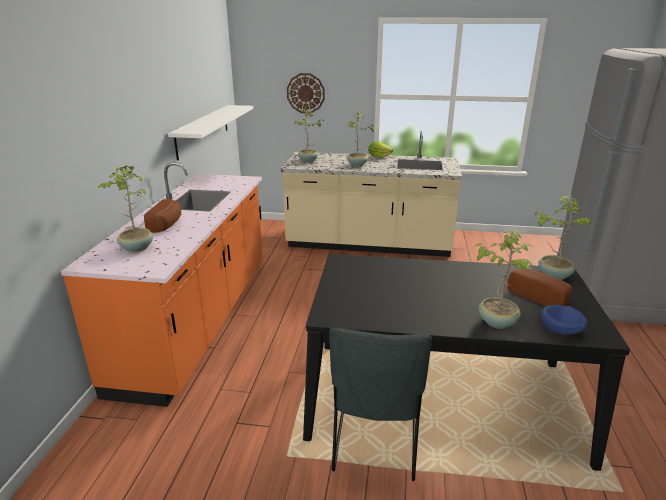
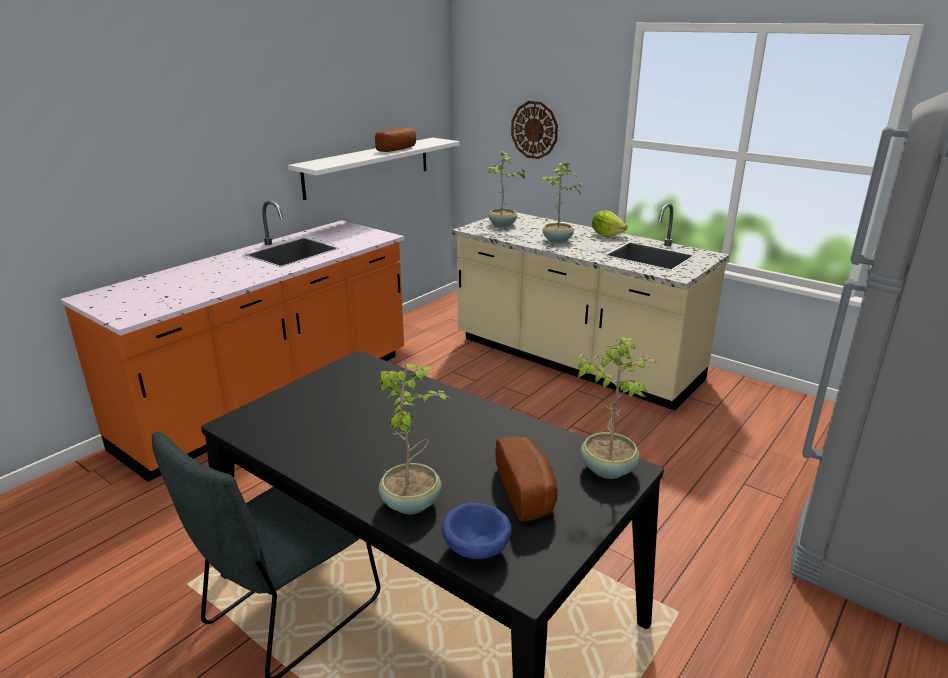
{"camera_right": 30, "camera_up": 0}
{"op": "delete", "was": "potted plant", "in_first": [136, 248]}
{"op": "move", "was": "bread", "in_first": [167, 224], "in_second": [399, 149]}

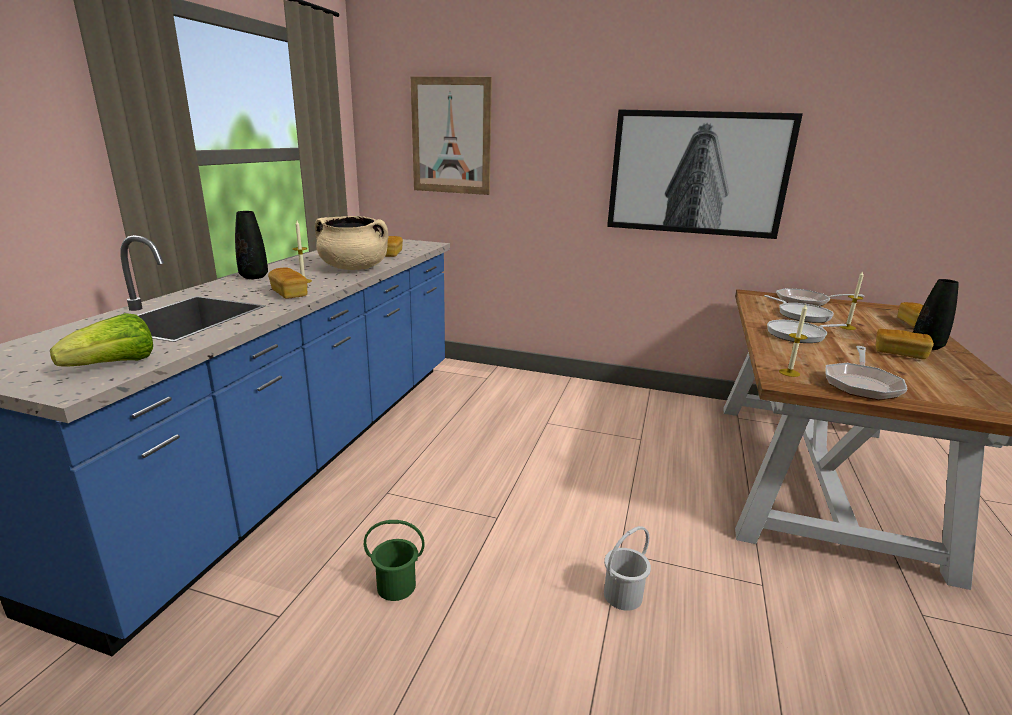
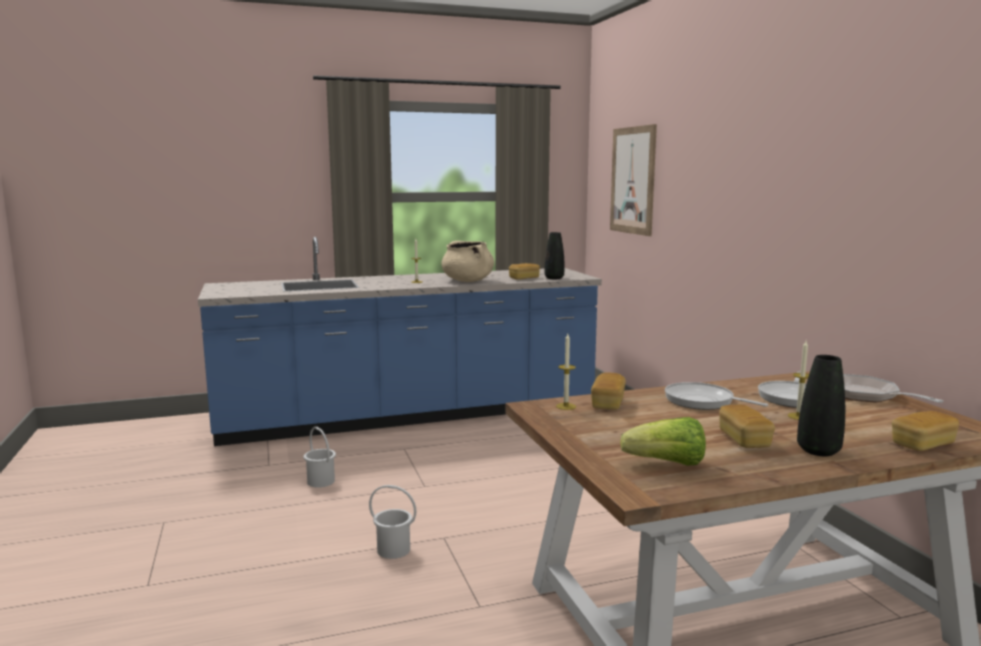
{"camera_right": 55, "camera_up": -10}
{"op": "move", "was": "lettuce", "in_first": [115, 365], "in_second": [667, 464]}
{"op": "move", "was": "black vase", "in_first": [254, 277], "in_second": [554, 278]}
{"op": "move", "was": "bread", "in_first": [289, 294], "in_second": [608, 403]}
{"op": "recolor", "was": "green bucket", "now": "white bucket", "in_first": [396, 586], "in_second": [320, 482]}
{"op": "delete", "was": "picture", "in_first": [697, 173]}
{"op": "delete", "was": "frying pan", "in_first": [861, 384]}

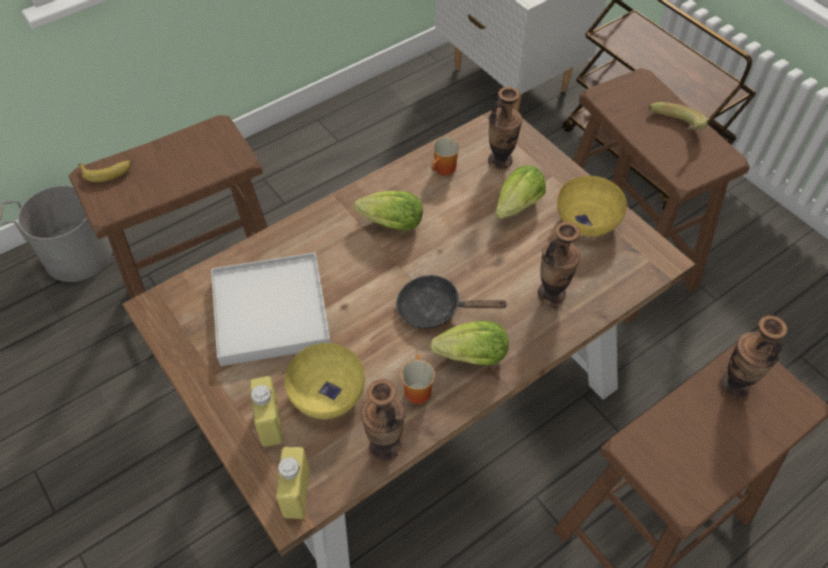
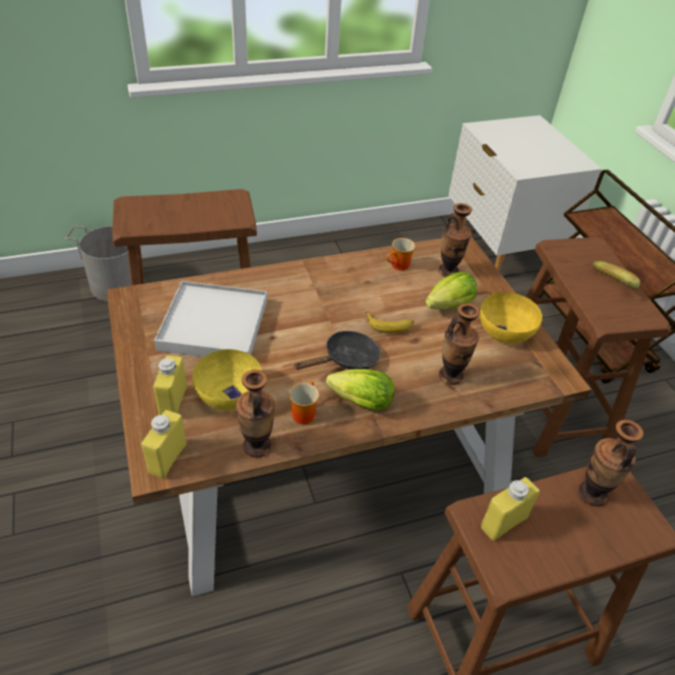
{"camera_right": 15, "camera_up": -10}
{"op": "move", "was": "banana", "in_first": [107, 172], "in_second": [389, 325]}
{"op": "delete", "was": "lettuce", "in_first": [388, 223]}
{"op": "rotate", "was": "black frying pan", "in_first": [435, 309], "in_second": [346, 359], "clockwise": 120}
{"op": "insert", "now": "yellow bottle", "in_second": [503, 522]}

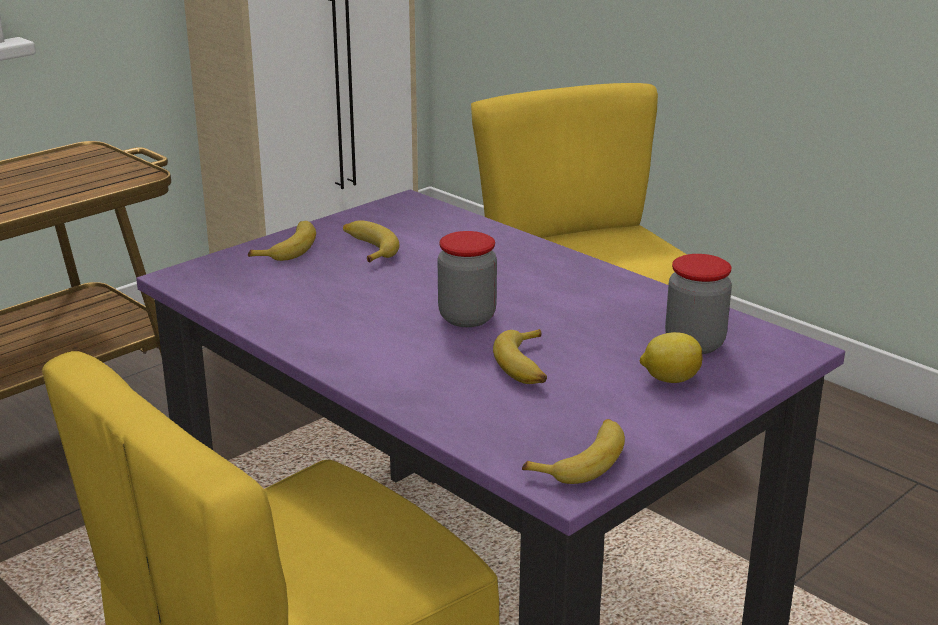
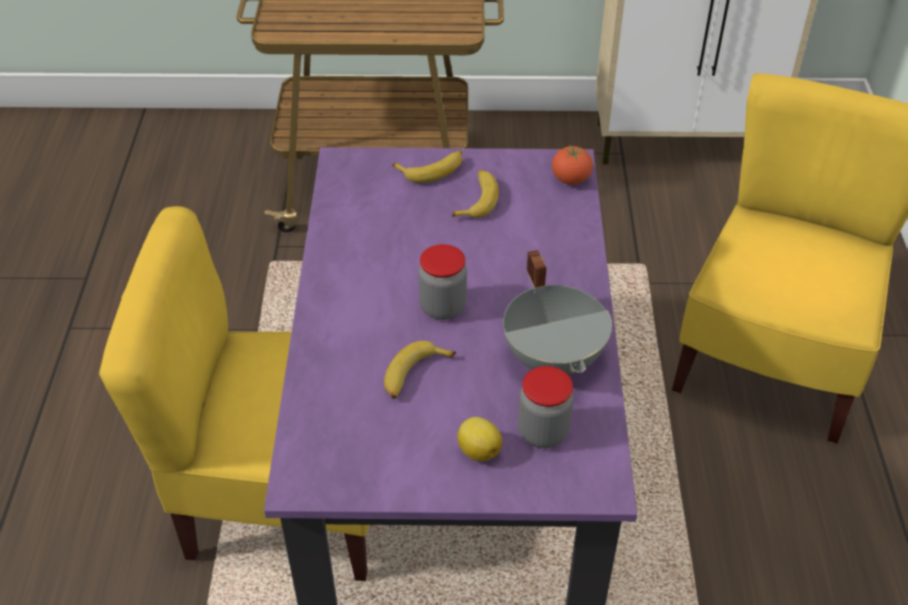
{"camera_right": 45, "camera_up": 20}
{"op": "delete", "was": "banana", "in_first": [582, 460]}
{"op": "insert", "now": "grey cooking pot", "in_second": [555, 357]}
{"op": "insert", "now": "tomato", "in_second": [570, 180]}

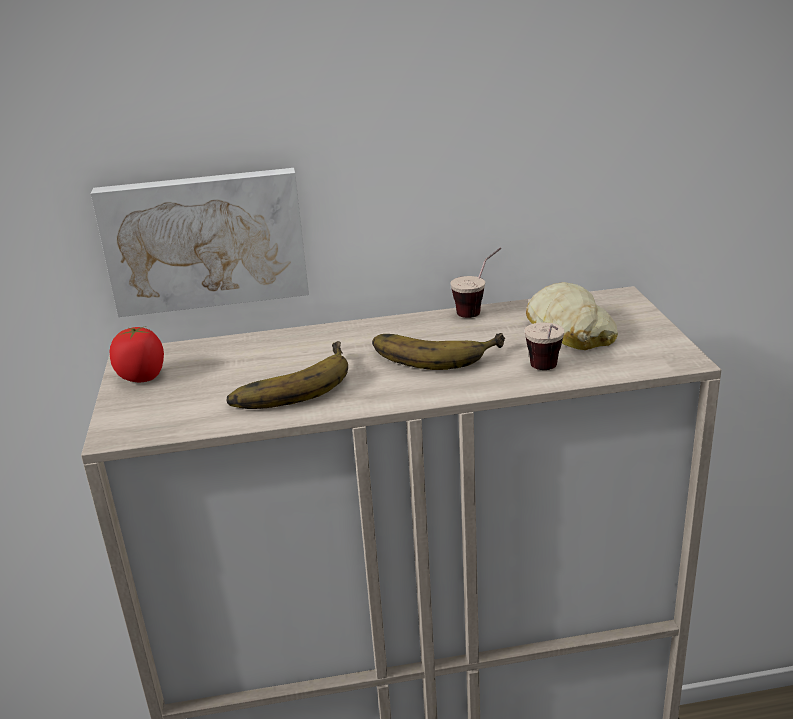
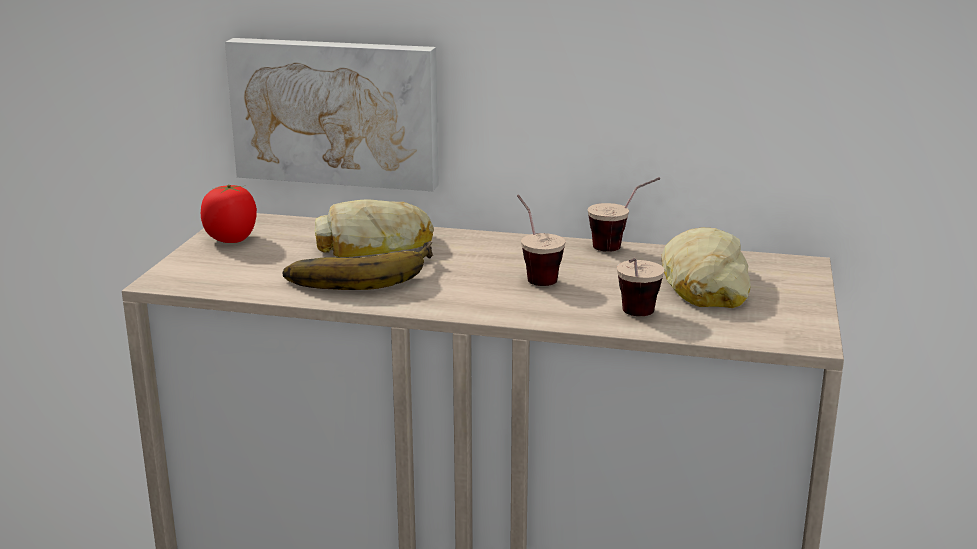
{"camera_right": 20, "camera_up": -5}
{"op": "replace", "was": "banana", "now": "cup", "in_first": [435, 351], "in_second": [534, 275]}
{"op": "insert", "now": "bread", "in_second": [375, 244]}

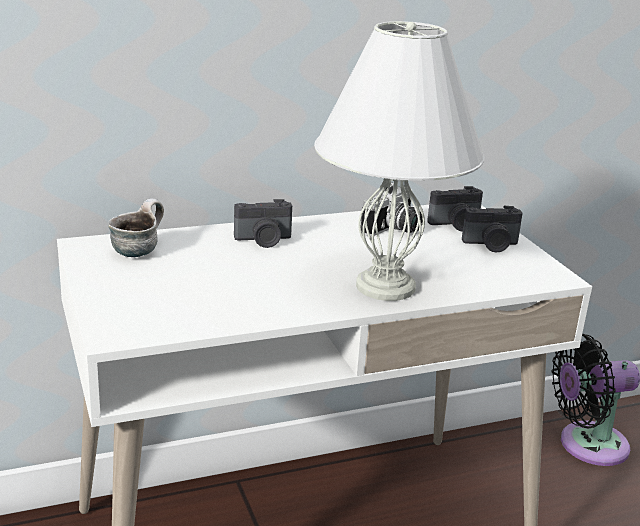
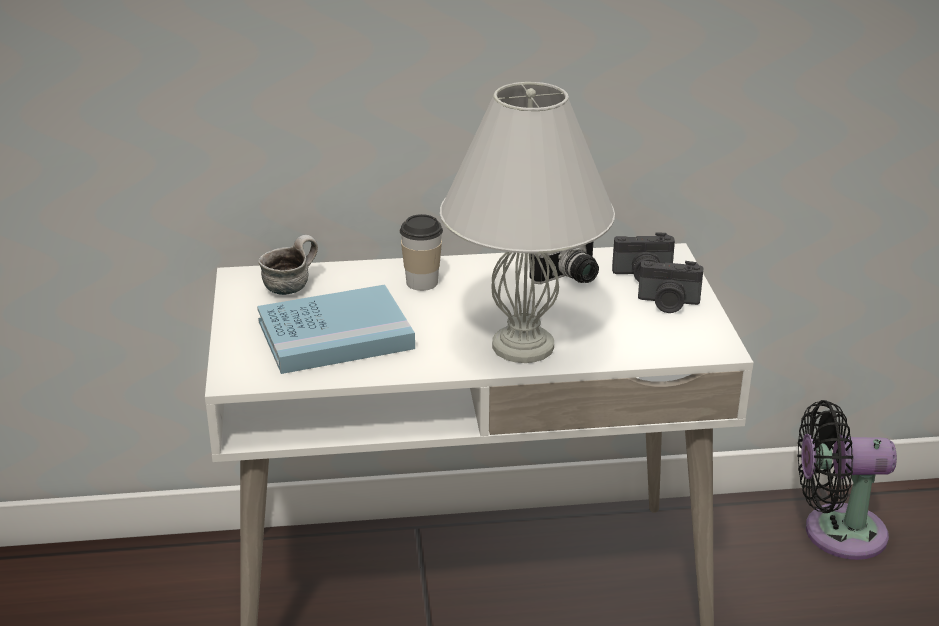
{"camera_right": 15, "camera_up": 5}
{"op": "replace", "was": "photo camera", "now": "cup", "in_first": [263, 240], "in_second": [422, 282]}
{"op": "insert", "now": "blue book", "in_second": [335, 335]}

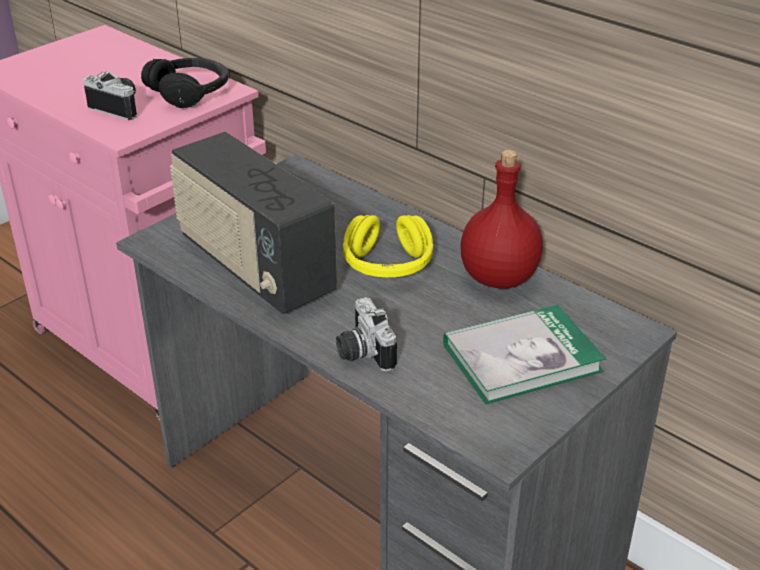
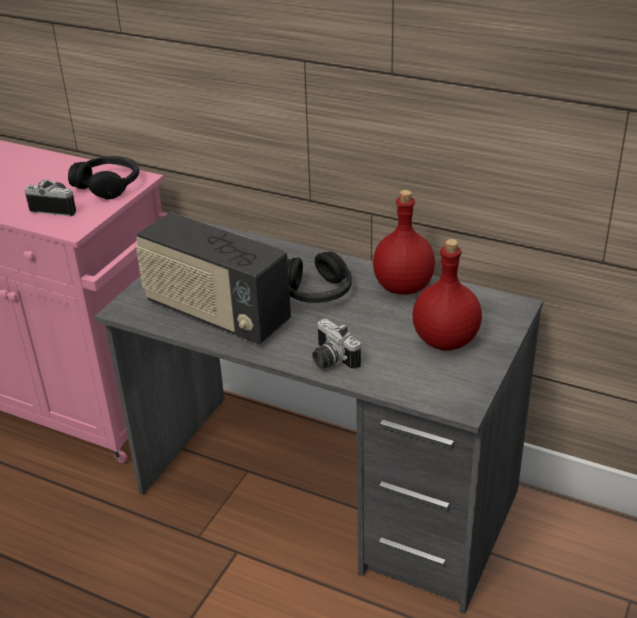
{"camera_right": -15, "camera_up": 0}
{"op": "recolor", "was": "yellow headphones", "now": "black headphones", "in_first": [387, 264], "in_second": [317, 292]}
{"op": "replace", "was": "book", "now": "red bottle", "in_first": [522, 358], "in_second": [446, 340]}

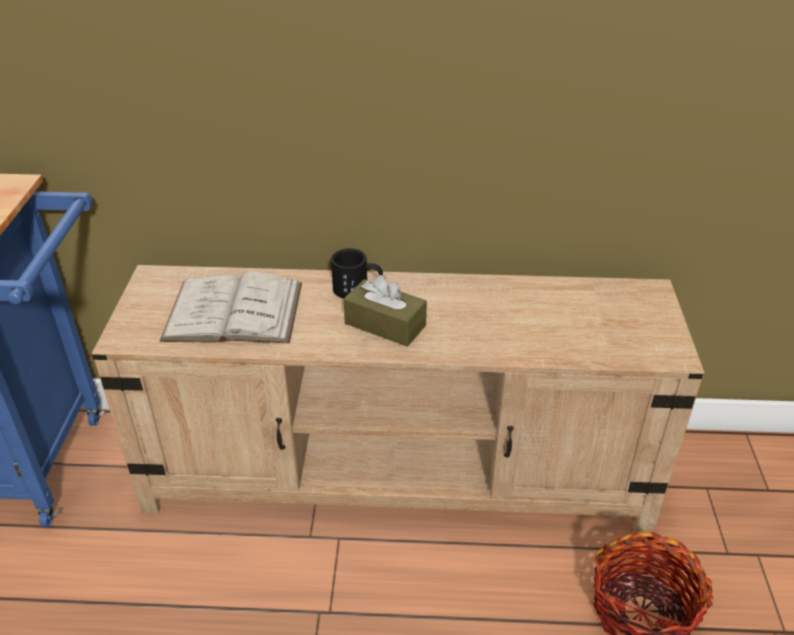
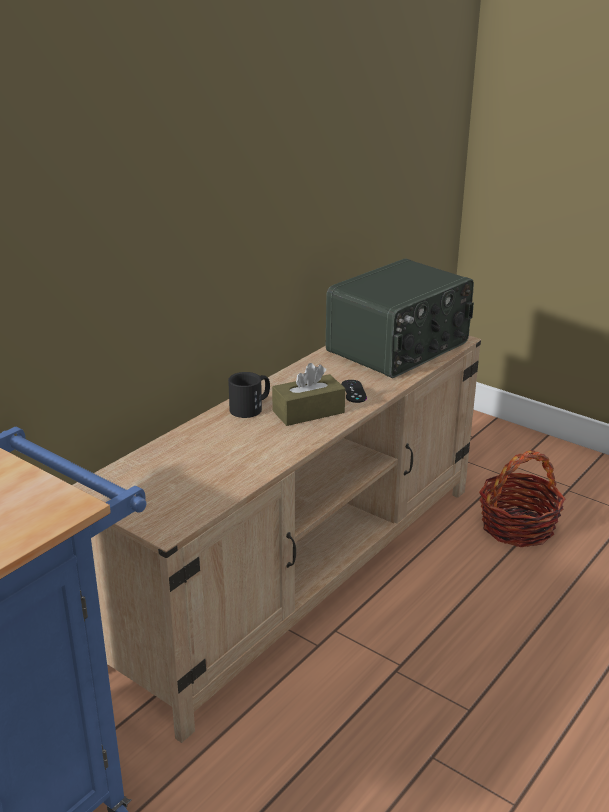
{"camera_right": -55, "camera_up": -10}
{"op": "delete", "was": "white book", "in_first": [234, 311]}
{"op": "insert", "now": "radio", "in_second": [399, 348]}
{"op": "insert", "now": "black game controller", "in_second": [353, 391]}

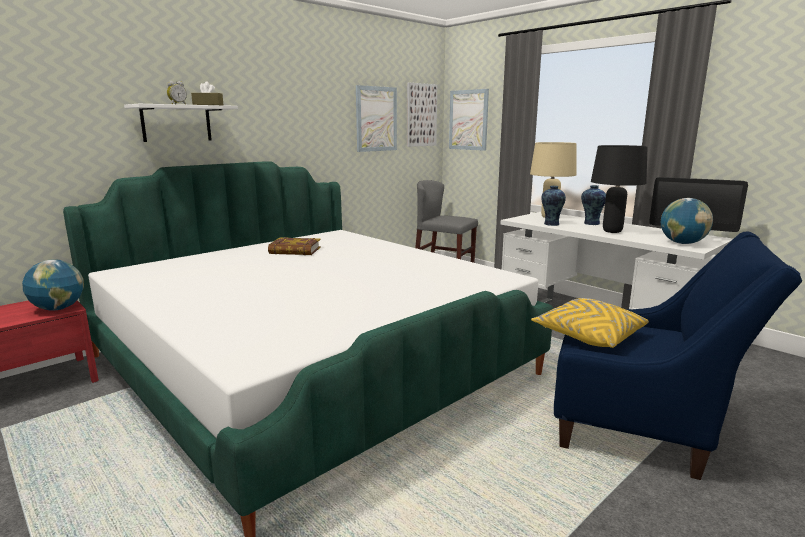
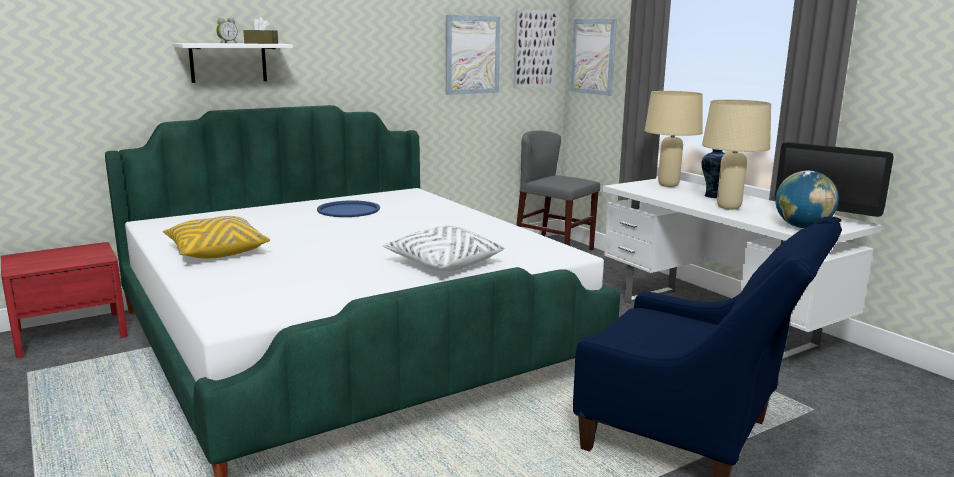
{"camera_right": 10, "camera_up": 0}
{"op": "delete", "was": "globe", "in_first": [58, 308]}
{"op": "replace", "was": "book", "now": "blue tray", "in_first": [295, 251], "in_second": [348, 210]}
{"op": "move", "was": "yellow pillow", "in_first": [588, 336], "in_second": [216, 252]}
{"op": "delete", "was": "vase", "in_first": [551, 224]}
{"op": "recolor", "was": "black table lamp", "now": "beige table lamp", "in_first": [612, 231], "in_second": [729, 207]}
{"op": "insert", "now": "white pillow", "in_second": [443, 264]}

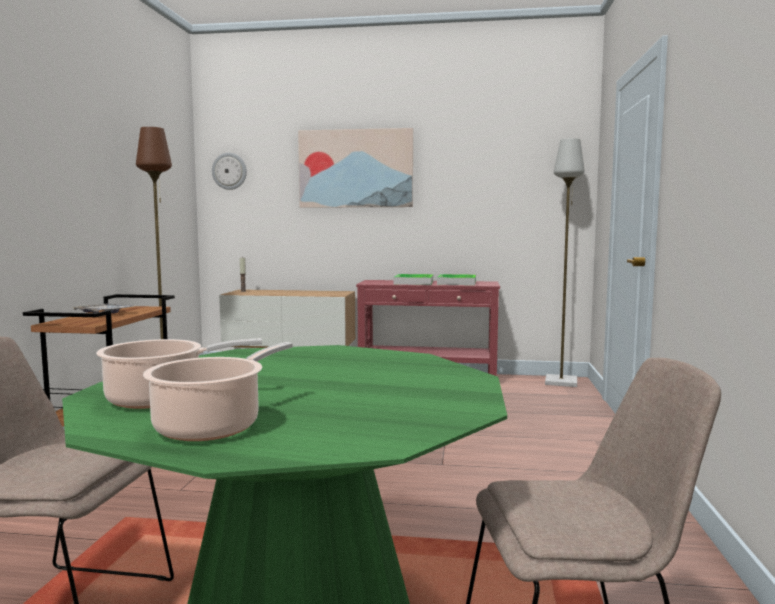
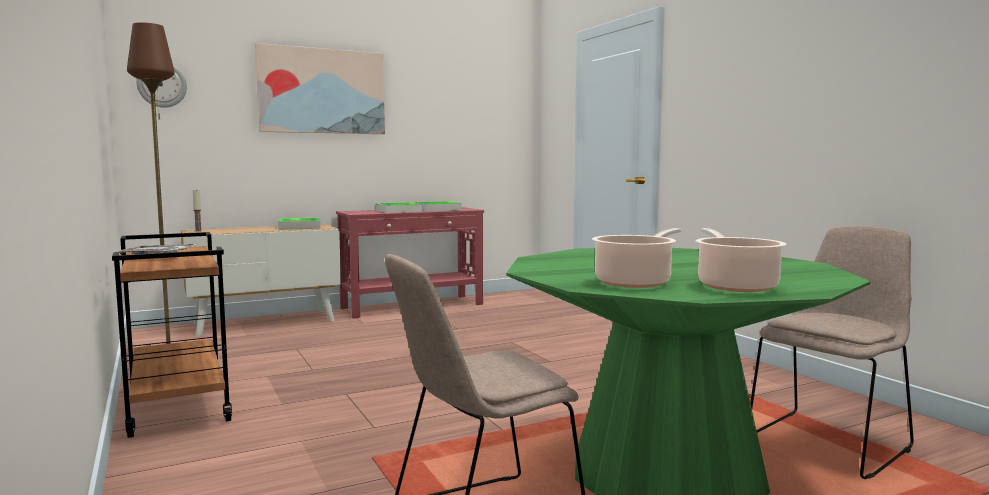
{"camera_right": -35, "camera_up": 0}
{"op": "delete", "was": "grey floor lamp", "in_first": [561, 382]}
{"op": "insert", "now": "tray", "in_second": [299, 227]}

